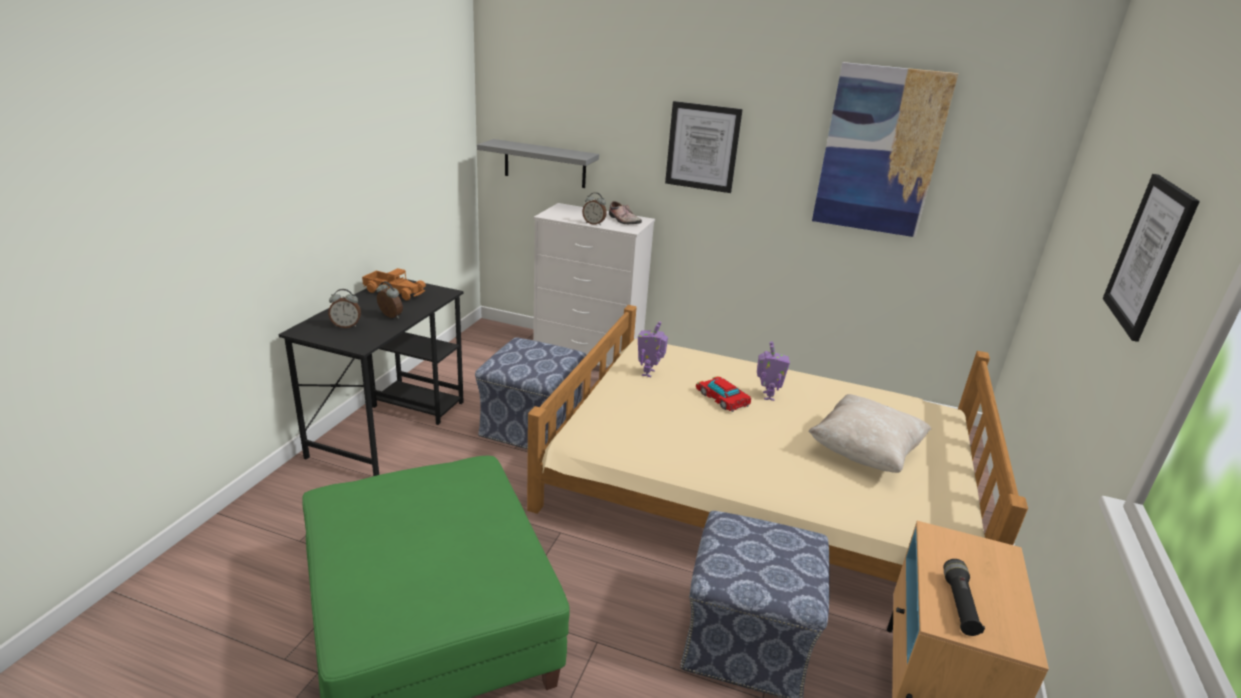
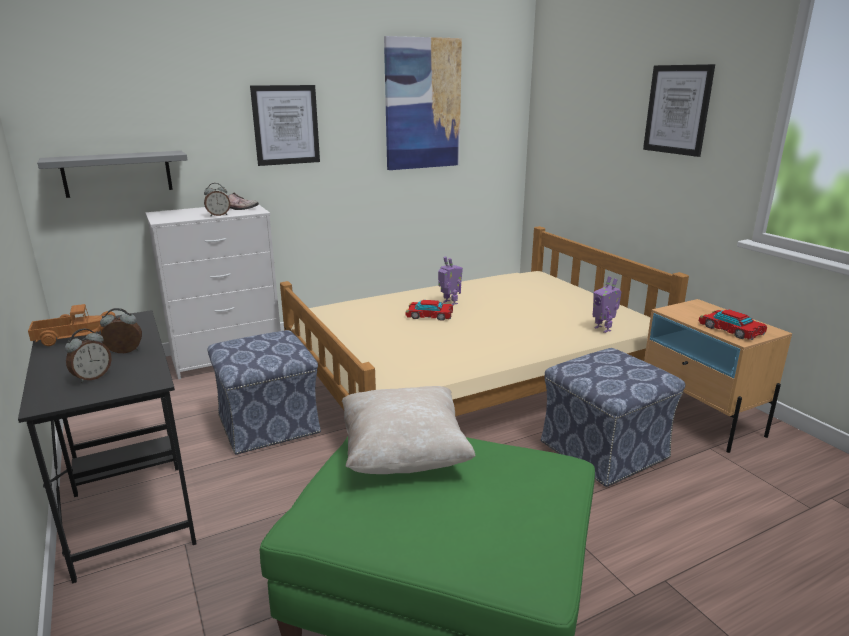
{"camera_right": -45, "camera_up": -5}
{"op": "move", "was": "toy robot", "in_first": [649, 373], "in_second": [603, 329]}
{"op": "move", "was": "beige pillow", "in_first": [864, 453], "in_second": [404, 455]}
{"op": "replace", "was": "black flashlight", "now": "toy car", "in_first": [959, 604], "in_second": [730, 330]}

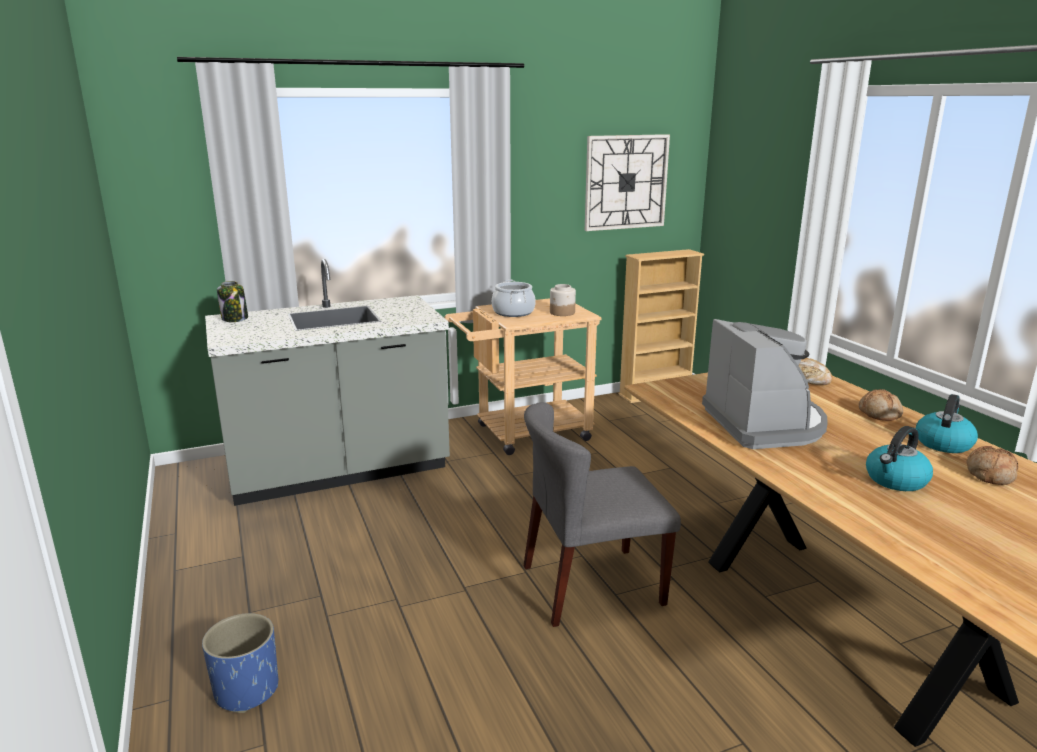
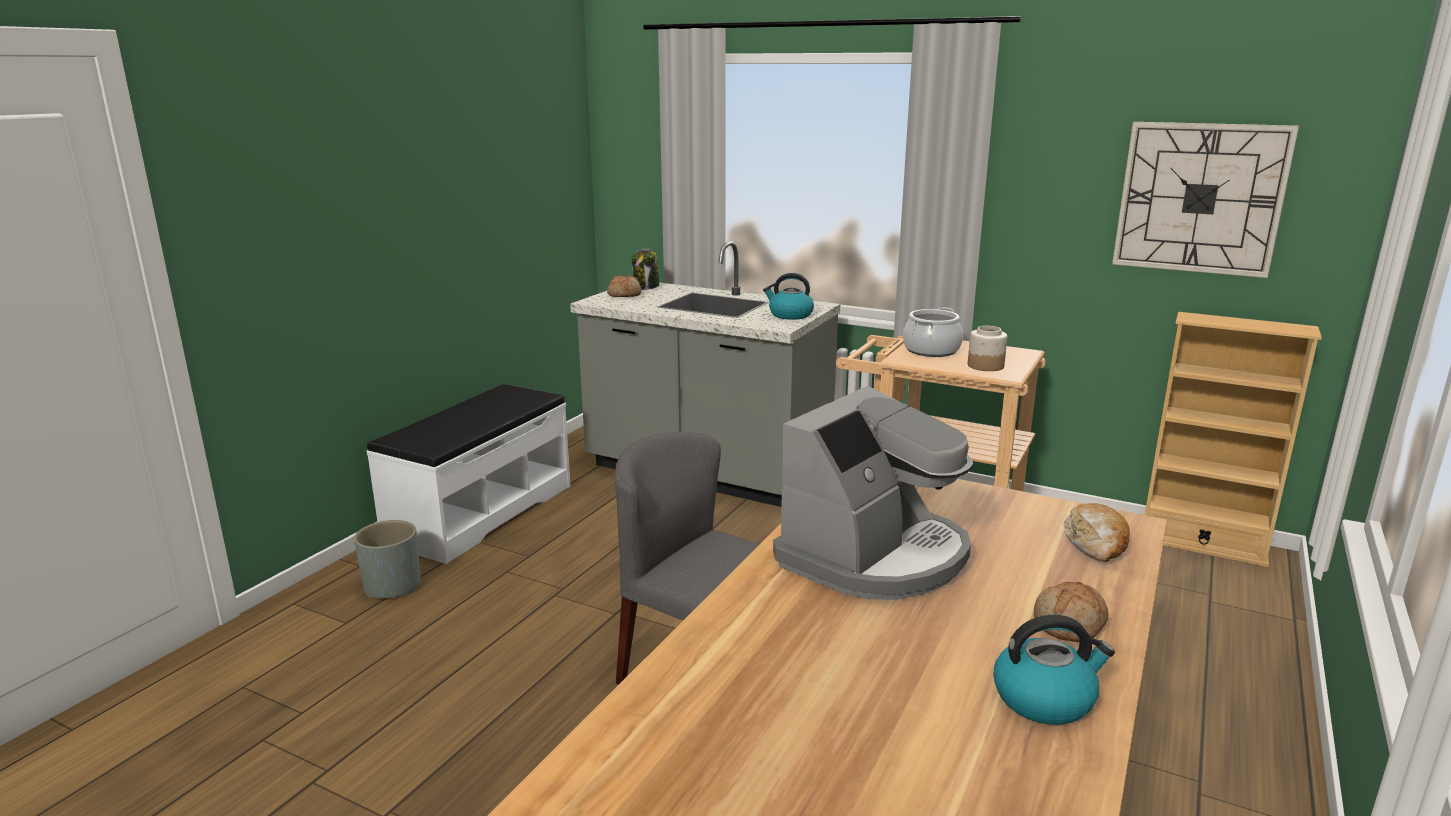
{"camera_right": 50, "camera_up": 0}
{"op": "recolor", "was": "blue planter", "now": "grey planter", "in_first": [247, 690], "in_second": [393, 586]}
{"op": "move", "was": "kettle", "in_first": [896, 480], "in_second": [790, 315]}
{"op": "move", "was": "bread", "in_first": [989, 474], "in_second": [624, 294]}
{"op": "insert", "now": "white bench", "in_second": [480, 513]}

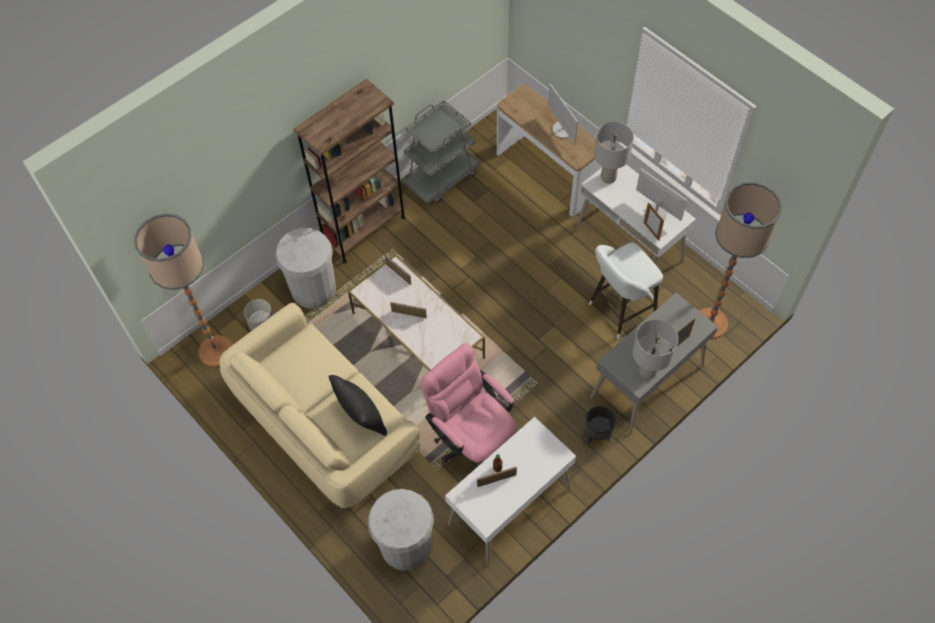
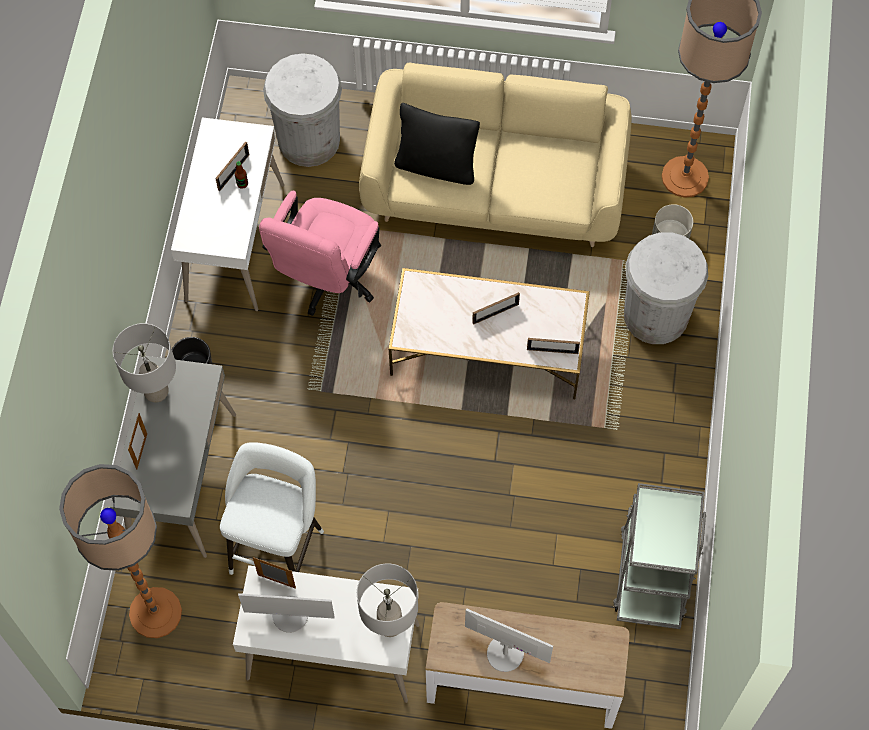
{"camera_right": 140, "camera_up": 5}
{"op": "delete", "was": "brown bookcase", "in_first": [364, 229]}
{"op": "rotate", "was": "pink office chair", "in_first": [472, 440], "in_second": [328, 280], "clockwise": 105}

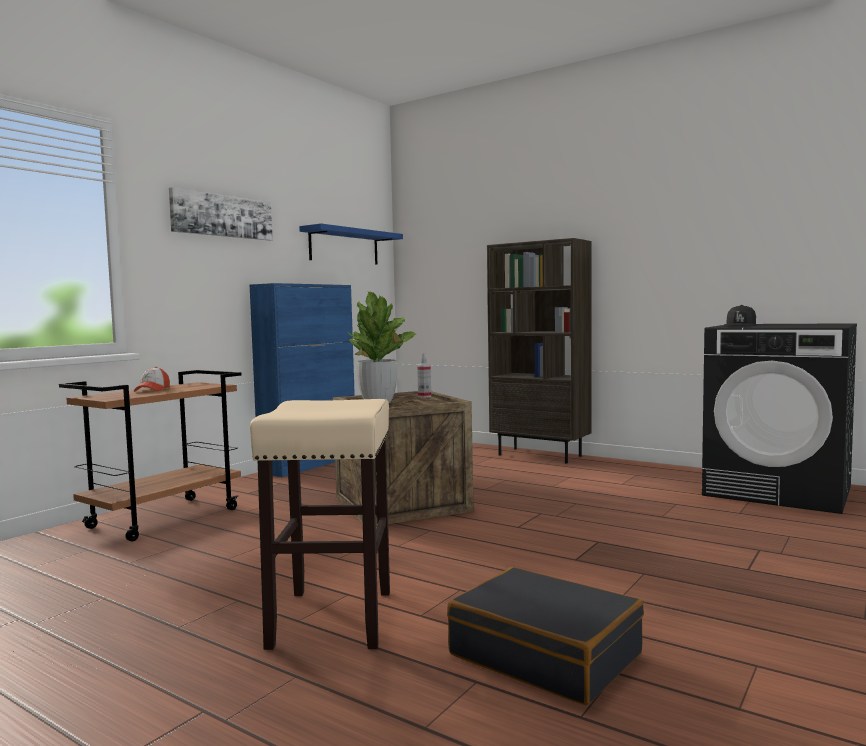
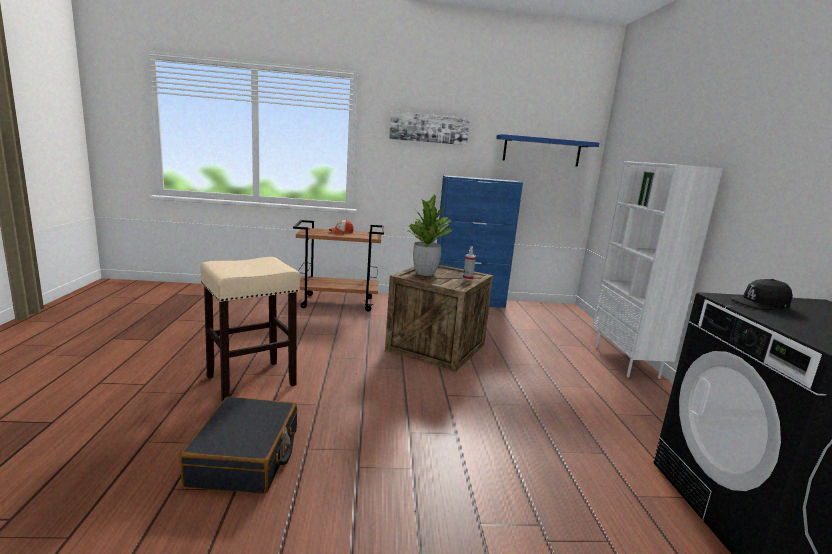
{"camera_right": 50, "camera_up": 10}
{"op": "recolor", "was": "brown bookcase", "now": "white bookcase", "in_first": [540, 455], "in_second": [626, 362]}

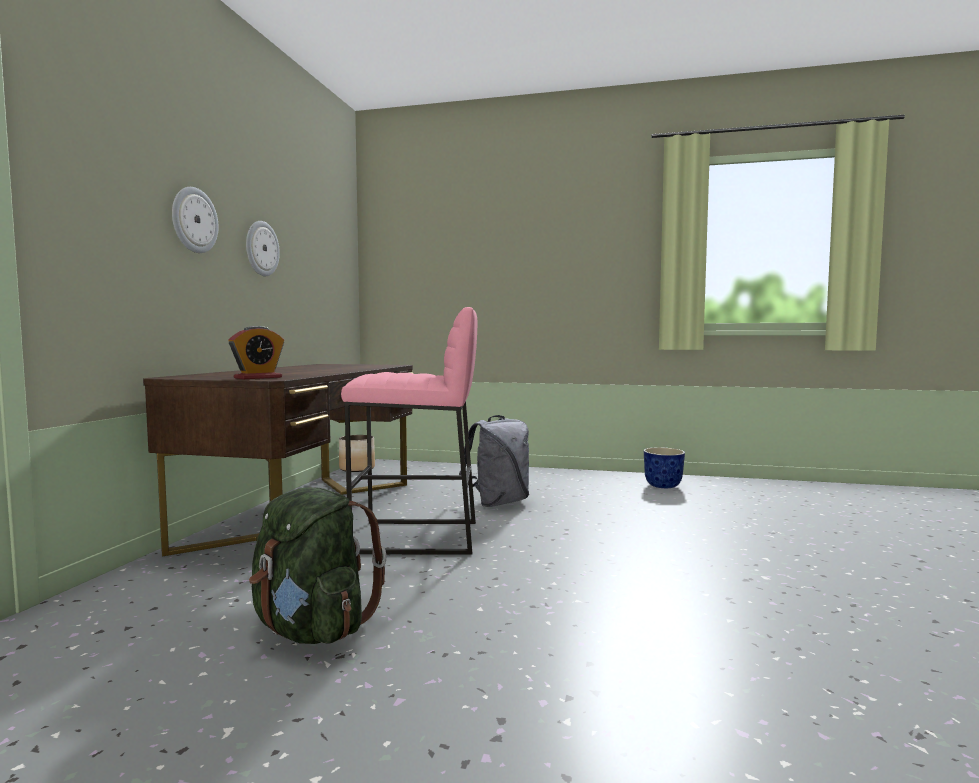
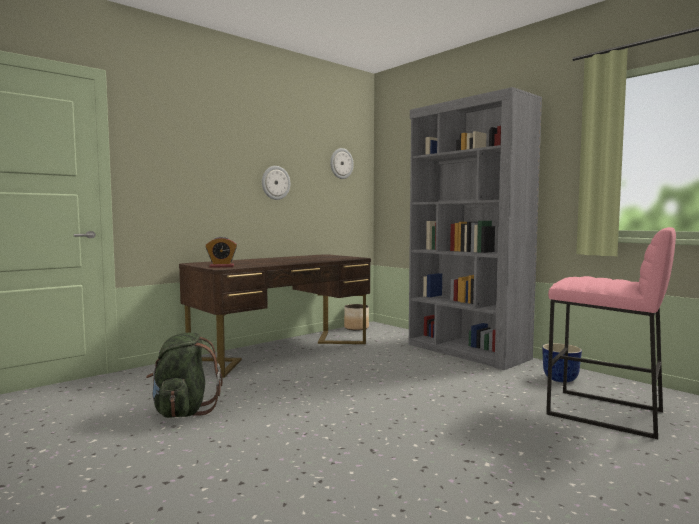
{"camera_right": 35, "camera_up": 0}
{"op": "move", "was": "wall clock", "in_first": [194, 220], "in_second": [341, 163]}
{"op": "move", "was": "pink stool", "in_first": [416, 537], "in_second": [604, 413]}
{"op": "delete", "was": "grey backpack", "in_first": [498, 502]}
{"op": "insert", "now": "grey bookcase", "in_second": [467, 352]}

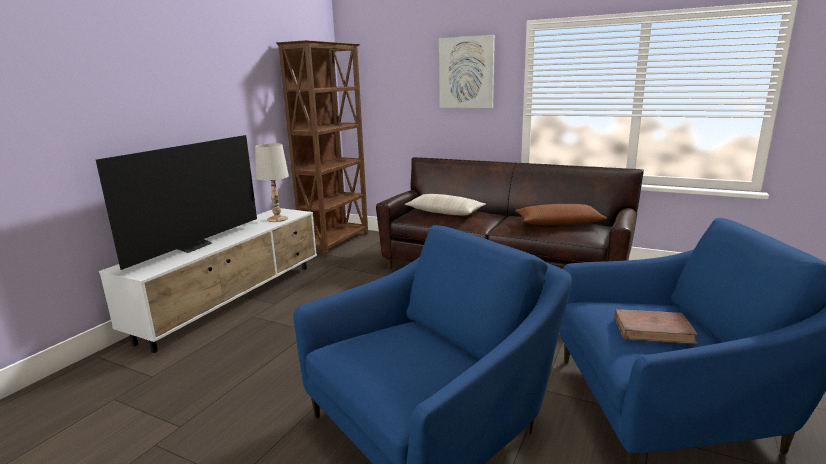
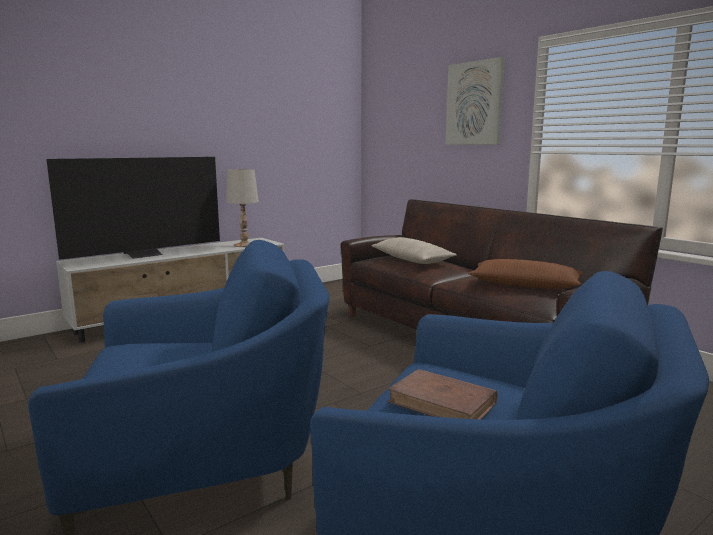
{"camera_right": 25, "camera_up": -5}
{"op": "delete", "was": "brown bookcase", "in_first": [337, 242]}

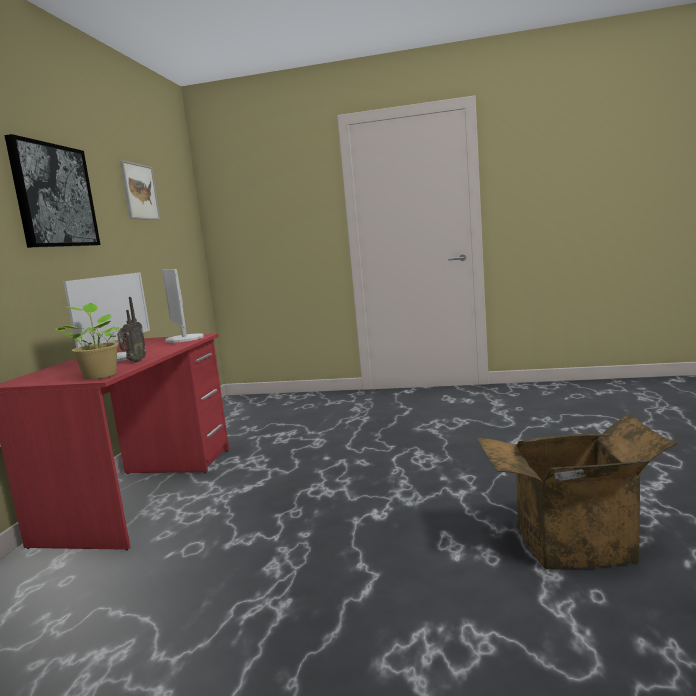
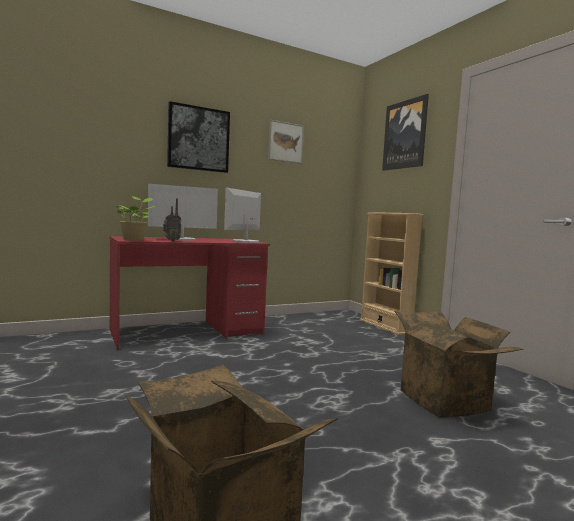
{"camera_right": 50, "camera_up": -5}
{"op": "insert", "now": "beige bookcase", "in_second": [385, 326]}
{"op": "insert", "now": "picture", "in_second": [405, 135]}
{"op": "insert", "now": "cardboard box", "in_second": [448, 400]}

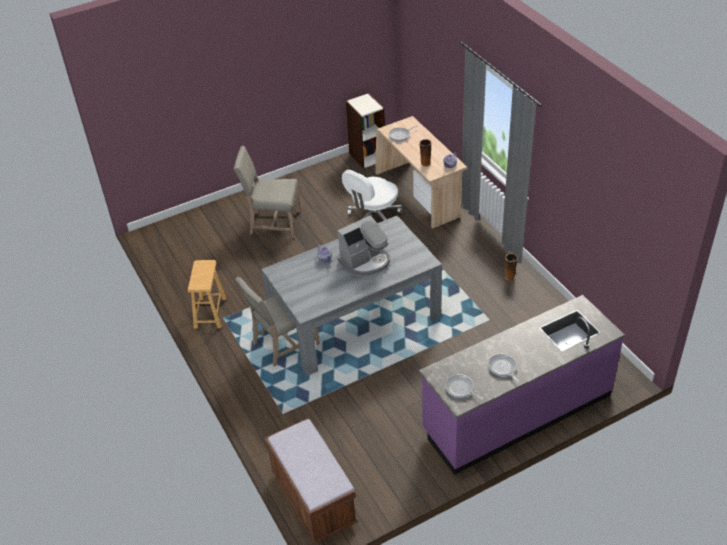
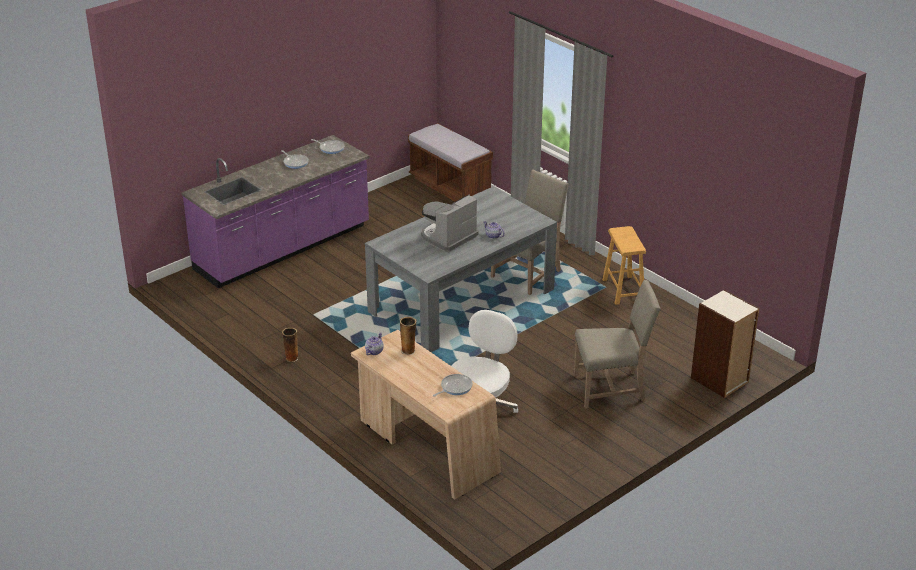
{"camera_right": 165, "camera_up": -10}
{"op": "move", "was": "bookcase", "in_first": [367, 156], "in_second": [720, 380]}

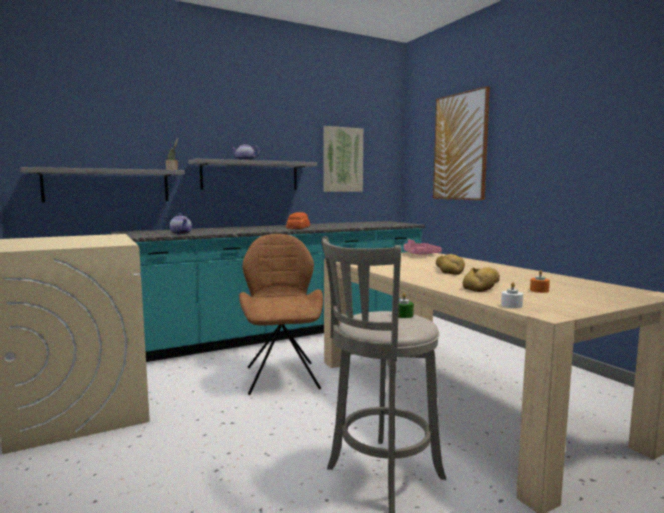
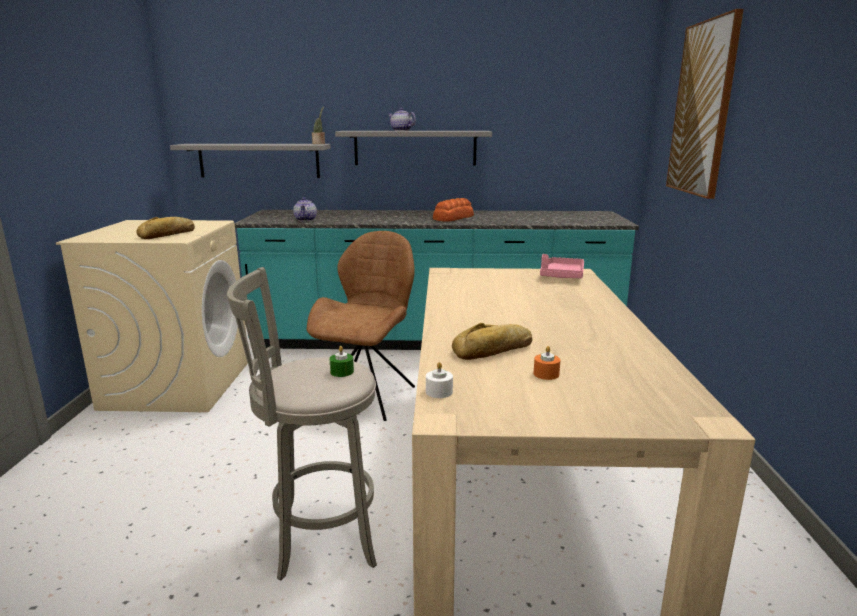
{"camera_right": 30, "camera_up": 10}
{"op": "delete", "was": "picture", "in_first": [342, 160]}
{"op": "move", "was": "bread", "in_first": [449, 270], "in_second": [168, 234]}

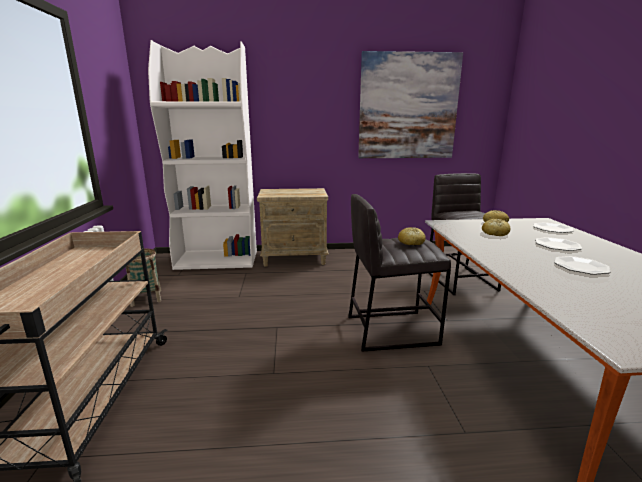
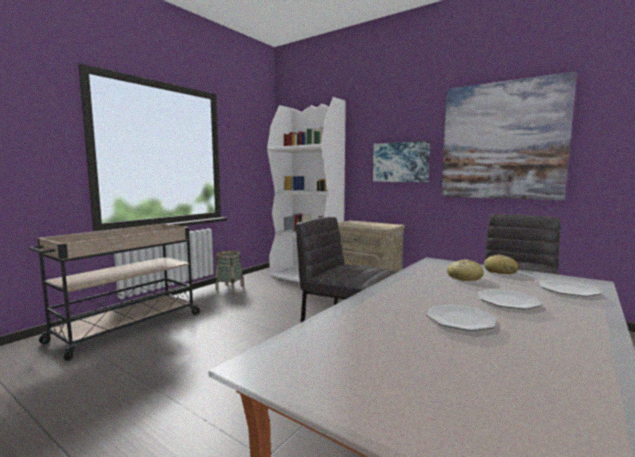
{"camera_right": 40, "camera_up": -10}
{"op": "delete", "was": "bread", "in_first": [411, 242]}
{"op": "insert", "now": "picture", "in_second": [400, 162]}

